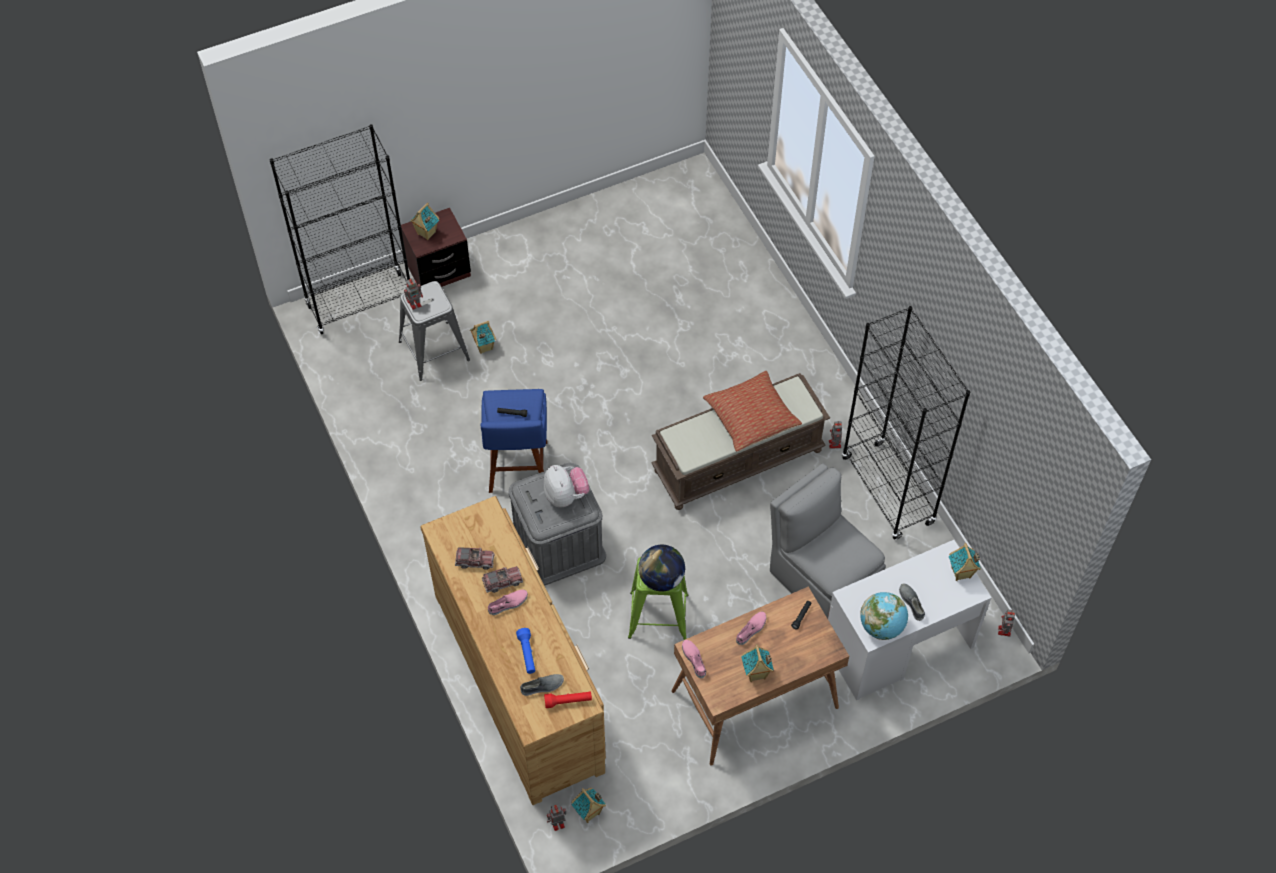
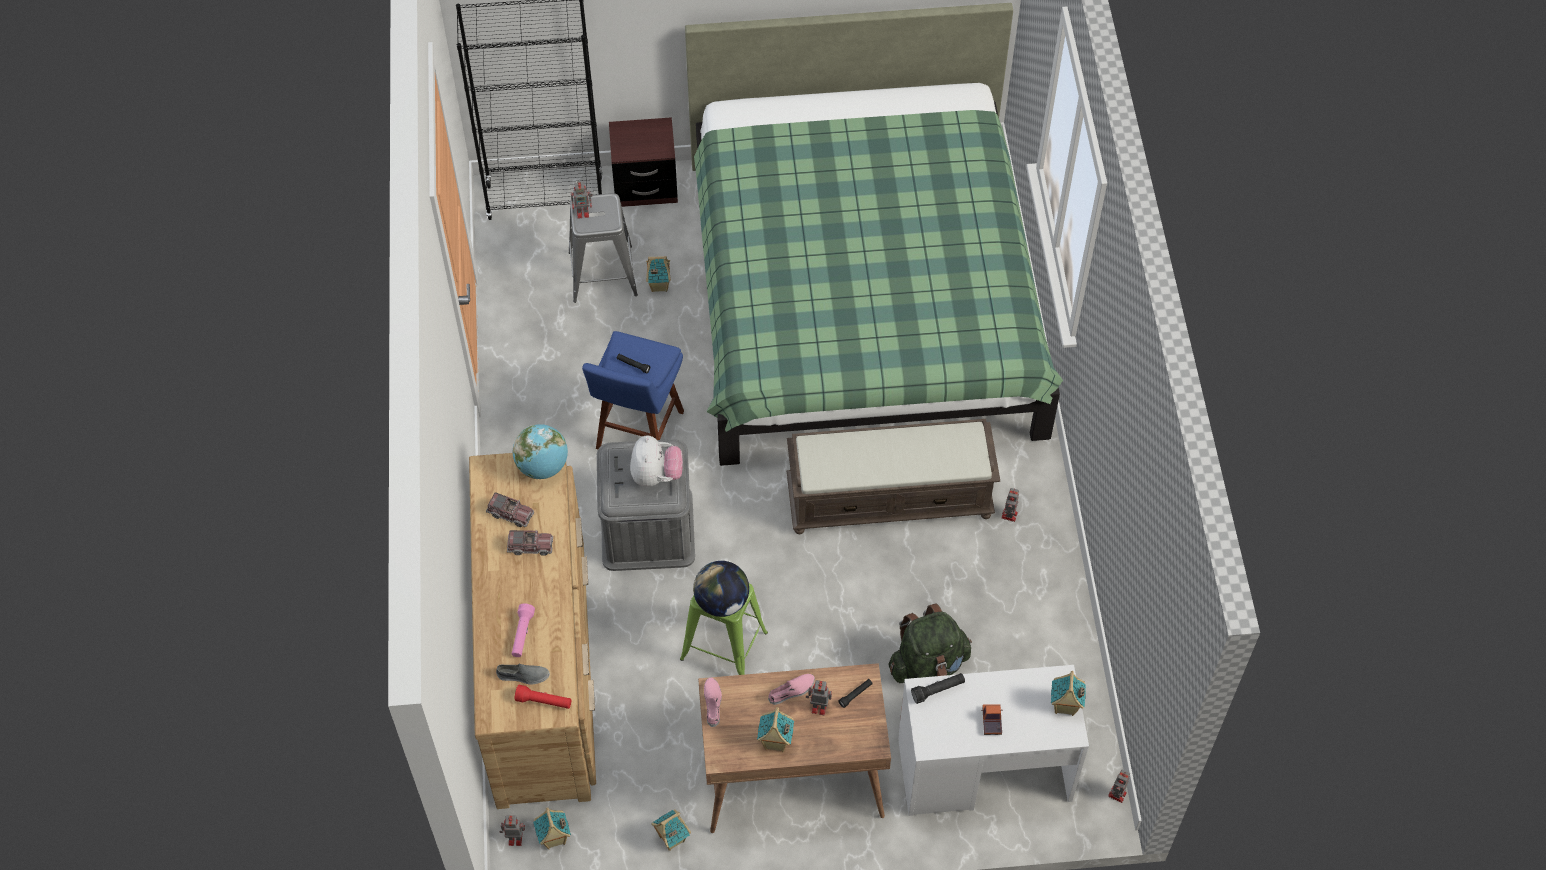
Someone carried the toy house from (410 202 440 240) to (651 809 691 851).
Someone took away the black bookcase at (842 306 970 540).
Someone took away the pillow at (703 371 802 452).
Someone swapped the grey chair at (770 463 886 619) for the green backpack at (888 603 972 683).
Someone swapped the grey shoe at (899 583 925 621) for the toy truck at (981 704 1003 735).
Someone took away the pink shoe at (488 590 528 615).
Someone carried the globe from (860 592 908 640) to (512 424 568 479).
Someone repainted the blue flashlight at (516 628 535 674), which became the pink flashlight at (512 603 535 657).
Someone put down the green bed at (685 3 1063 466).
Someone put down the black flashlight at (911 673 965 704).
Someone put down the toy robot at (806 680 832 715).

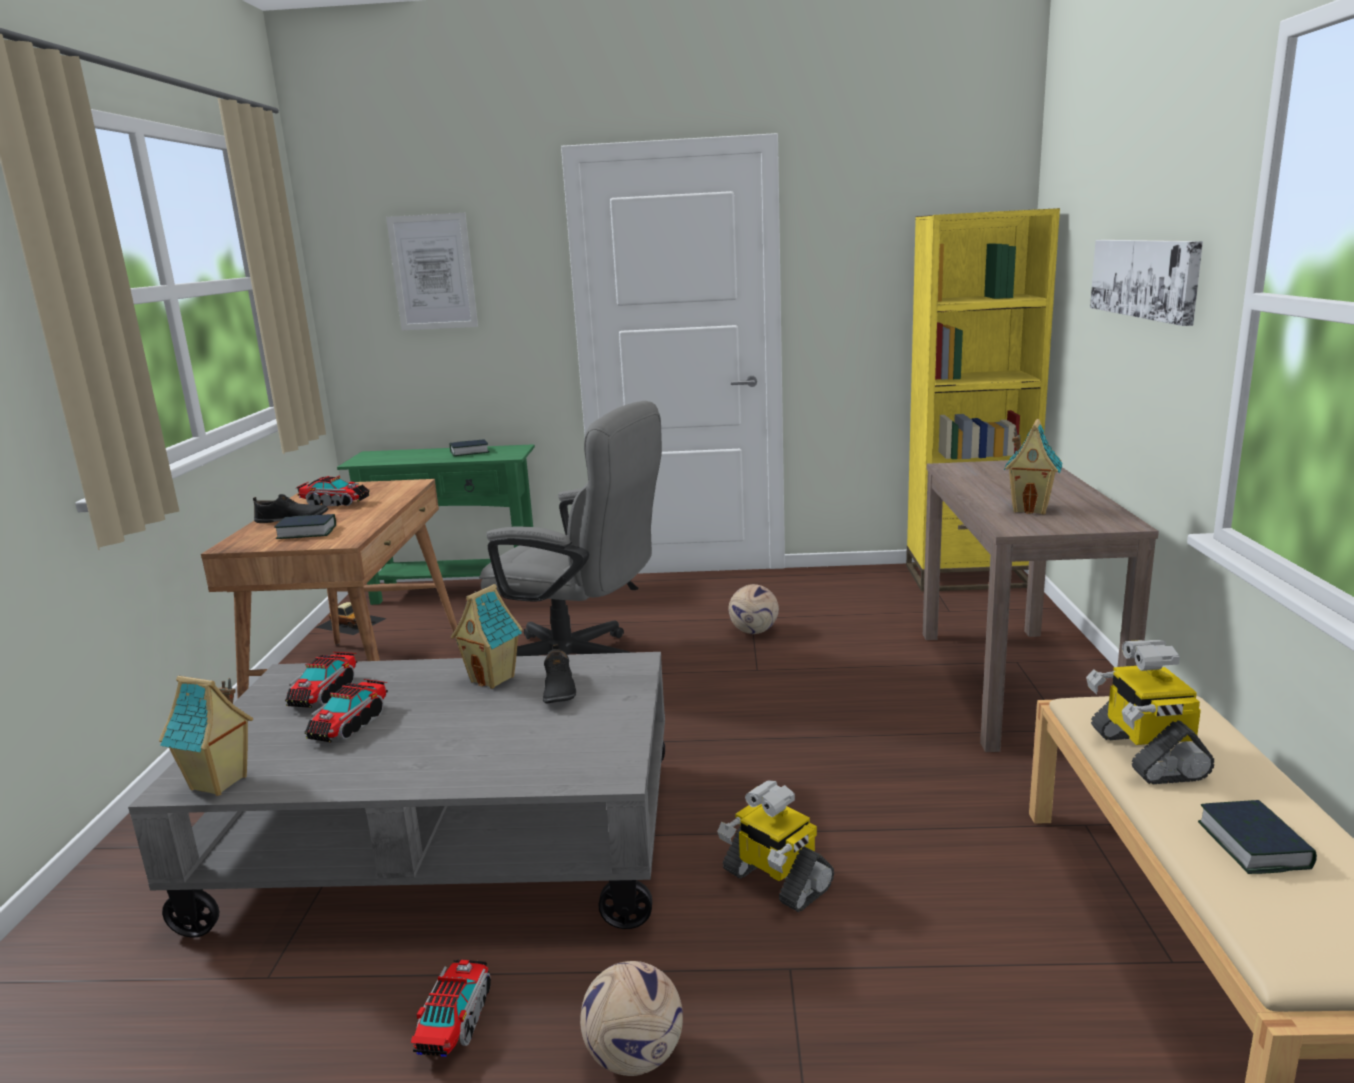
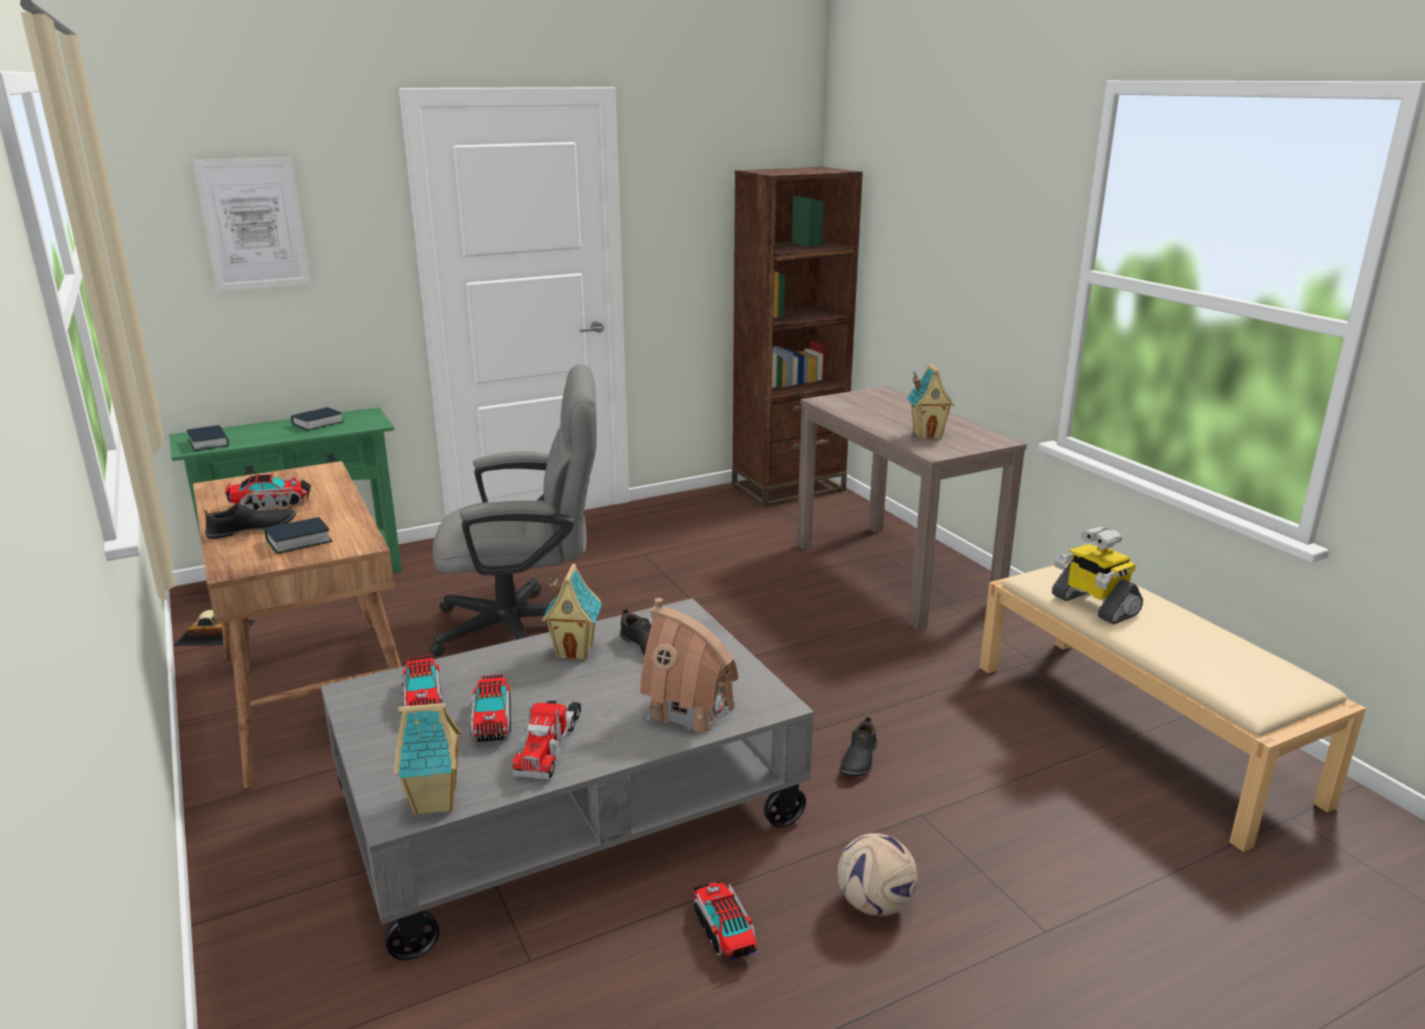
Someone repainted the yellow bookcase at (906 208 1060 592), which became the brown bookcase at (732 167 863 507).
Someone took away the picture at (1090 240 1203 326).
Someone took away the football at (728 584 779 634).
Someone swapped the toy robot at (718 780 834 912) for the black shoe at (839 717 877 777).
Someone carried the book from (1198 800 1317 874) to (187 425 229 451).
Someone put down the toy house at (640 598 739 733).
Someone put down the toy truck at (512 699 581 779).

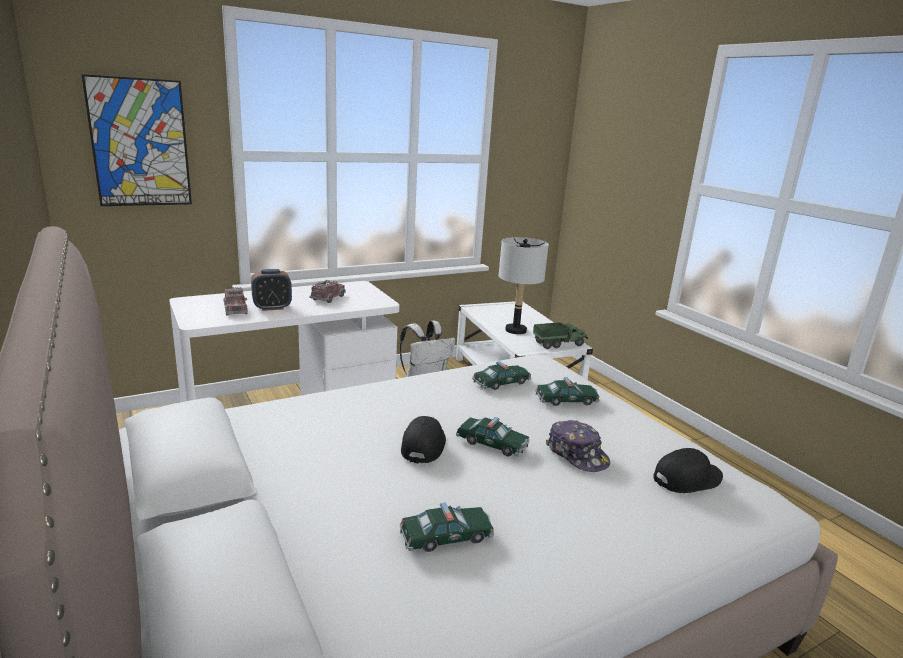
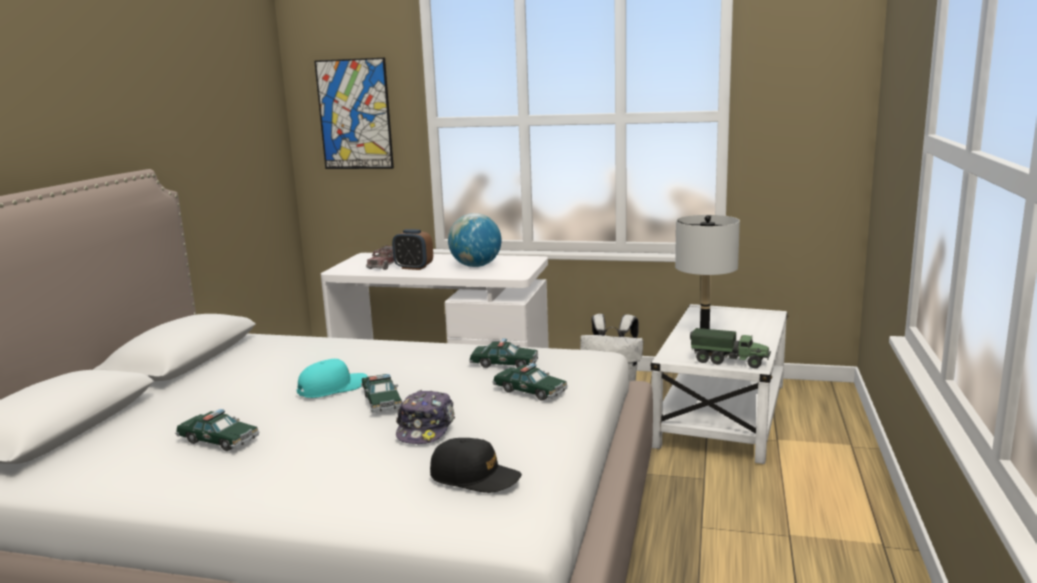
Someone swapped the toy truck at (309 280 346 303) for the globe at (448 213 501 267).
Someone repainted the black cap at (401 416 446 463), which became the turquoise cap at (297 359 368 398).

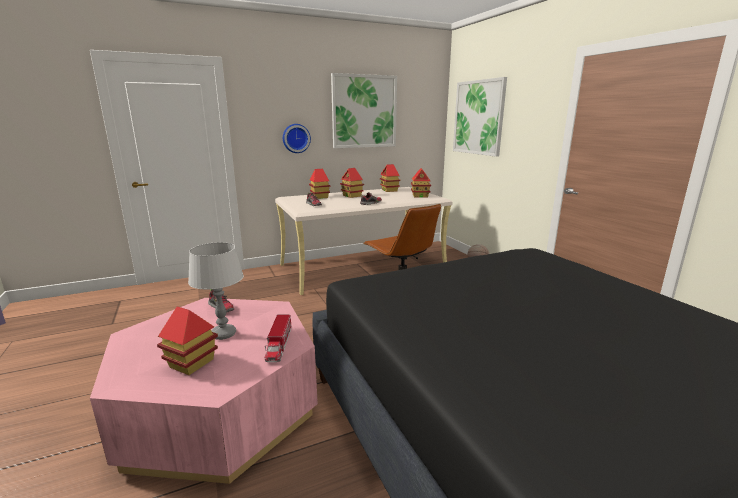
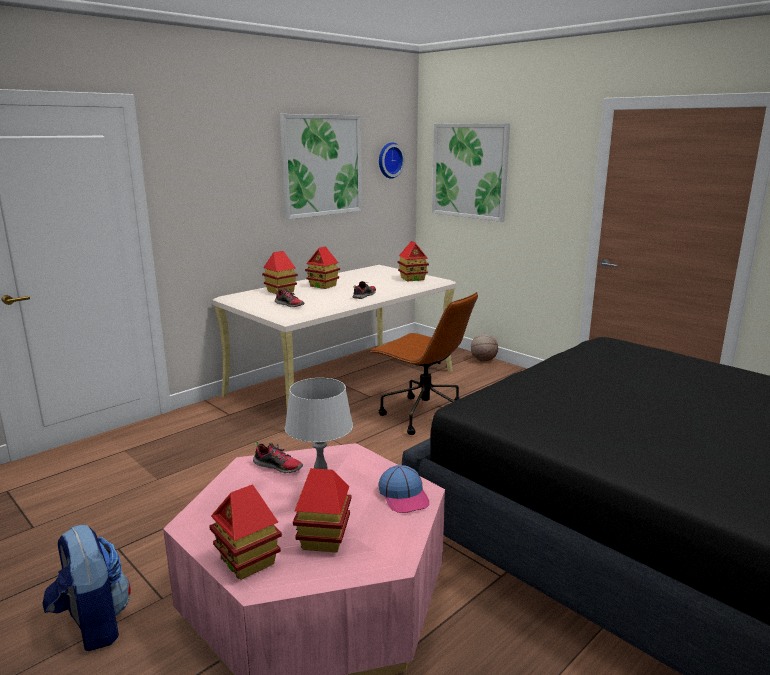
Someone carried the wall clock from (283 124 311 153) to (379 143 405 179).
Someone carried the toy house from (380 164 400 192) to (209 484 282 580).
Someone swapped the toy truck at (265 314 291 362) for the cap at (379 465 429 513).
Someone put down the backpack at (42 525 131 651).

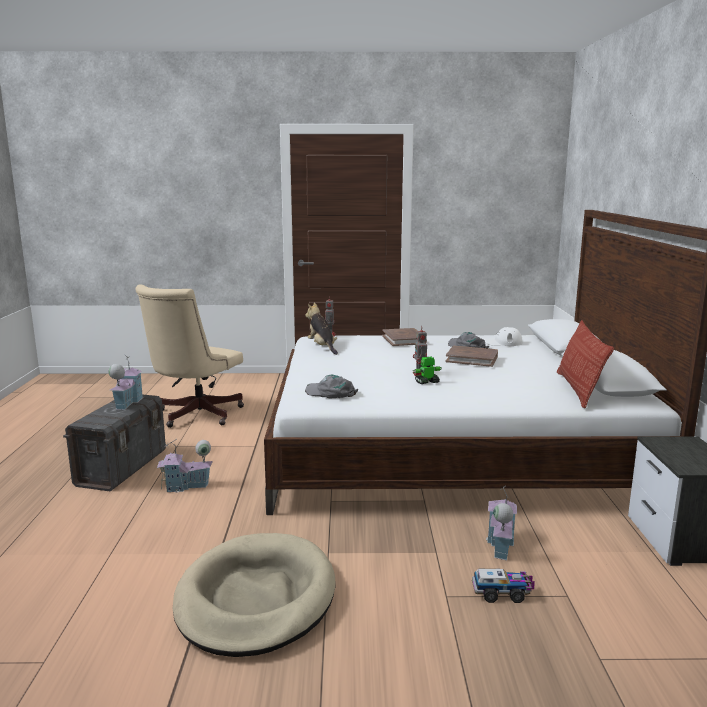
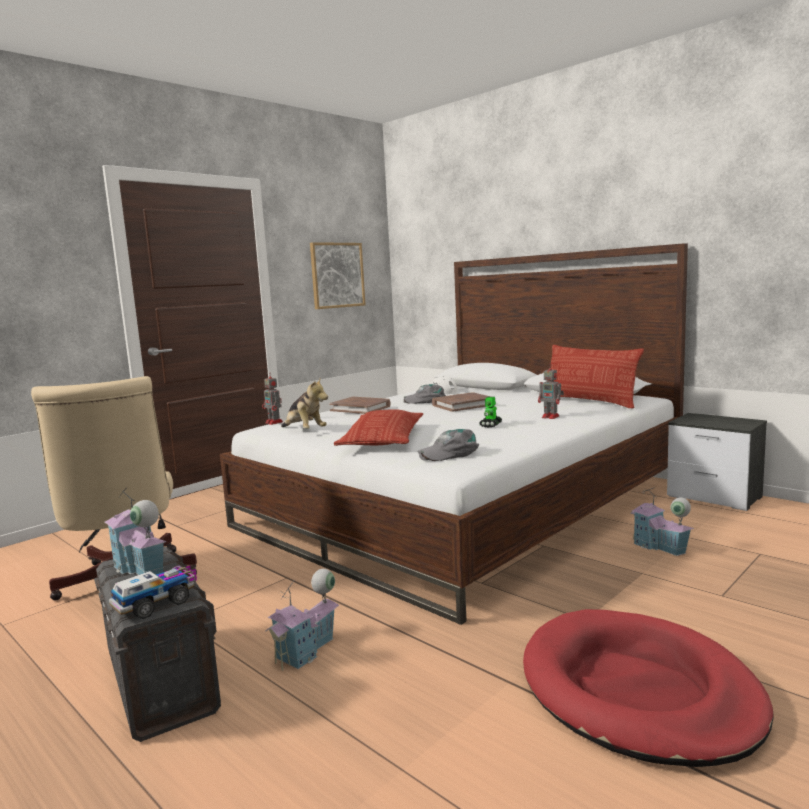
Someone rotated the plush toy at (305 303 338 355) by 150 degrees counterclockwise.
Someone carried the toy robot from (413 326 427 376) to (538 363 564 419).
Someone repainted the beige dog bed at (172 533 336 657), which became the red dog bed at (523 609 774 767).
Someone carried the toy truck from (472 569 535 603) to (109 566 197 619).
Someone put up the picture at (310 242 366 309).
Someone put down the pillow at (334 409 423 446).

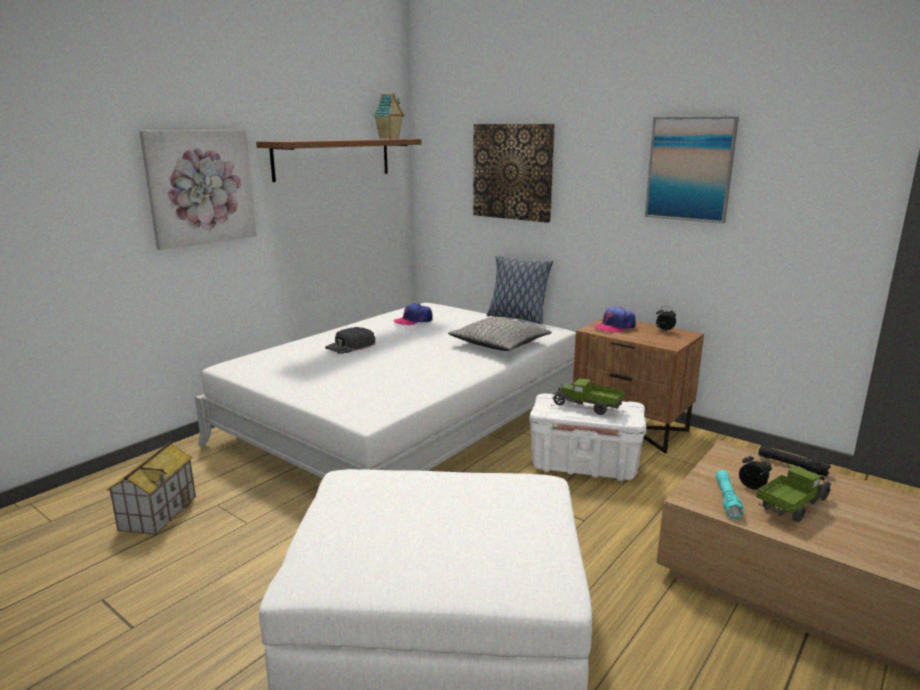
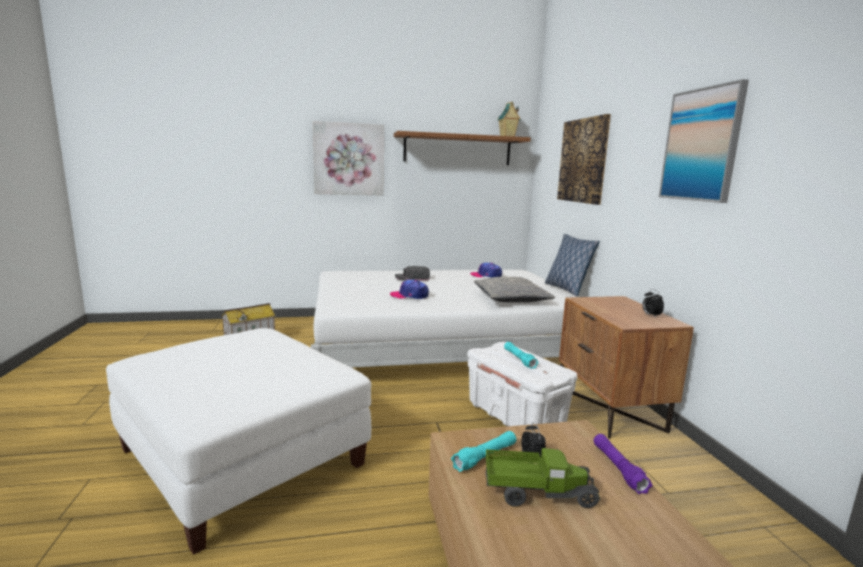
Someone carried the cap from (593 307 636 333) to (390 279 429 299).
Someone swapped the toy truck at (553 379 624 415) for the turquoise flashlight at (504 342 539 369).
Someone repainted the black flashlight at (758 445 831 477), which became the purple flashlight at (594 434 653 494).

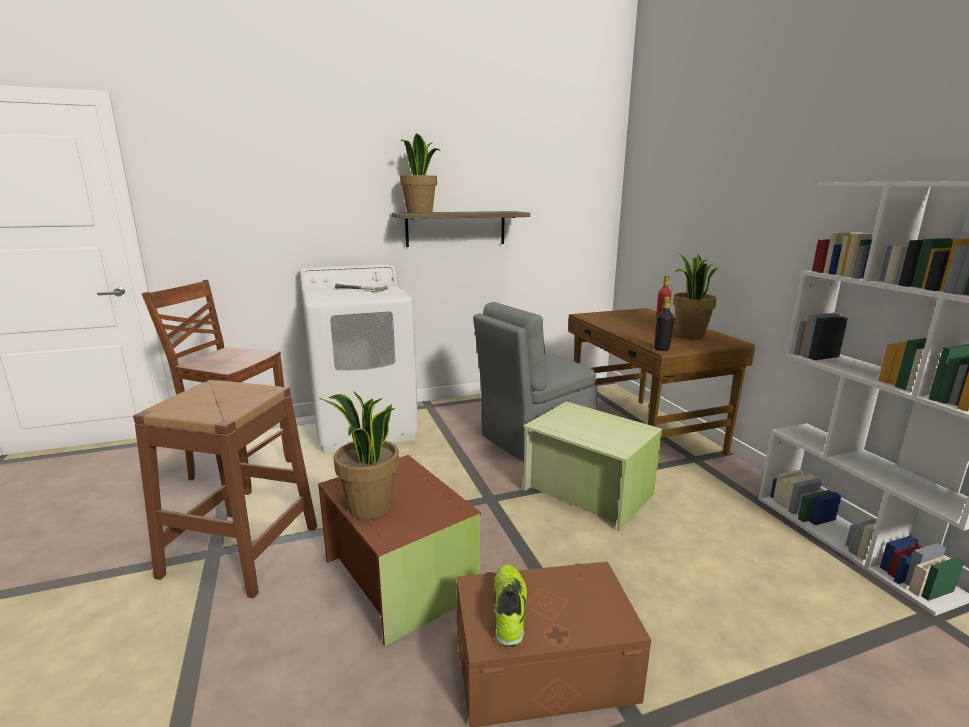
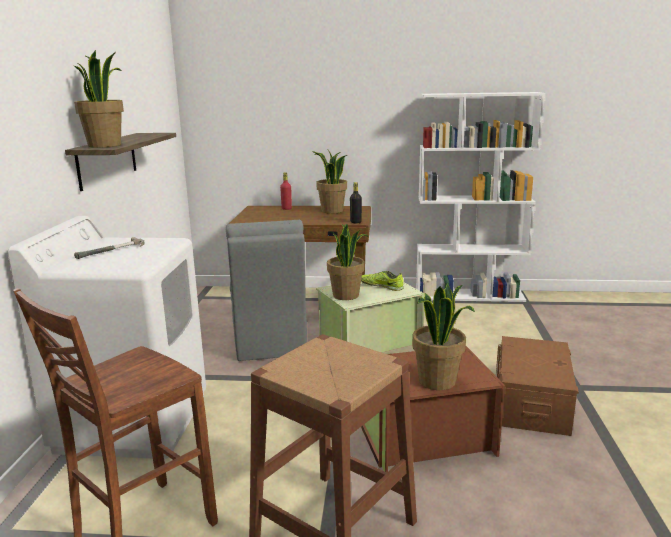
Someone carried the shoe from (494 564 527 647) to (361 271 404 291).
Someone put down the potted plant at (327 224 369 300).

